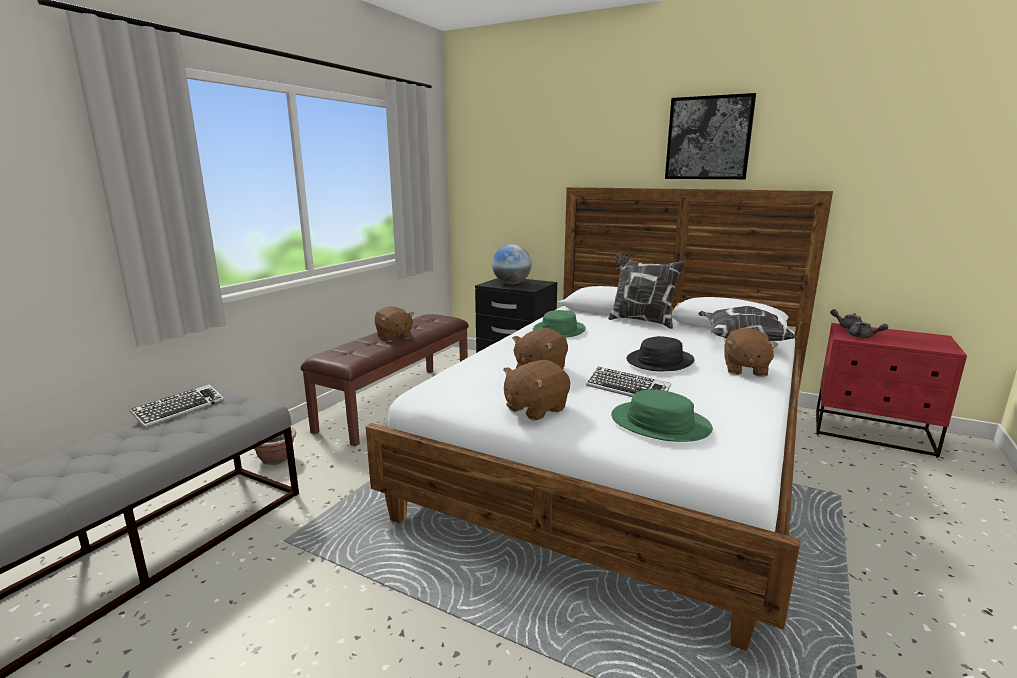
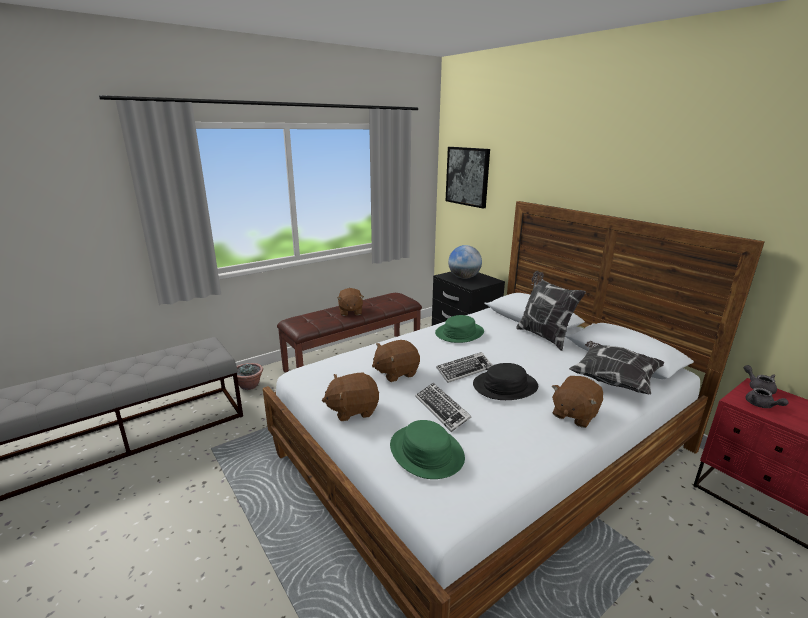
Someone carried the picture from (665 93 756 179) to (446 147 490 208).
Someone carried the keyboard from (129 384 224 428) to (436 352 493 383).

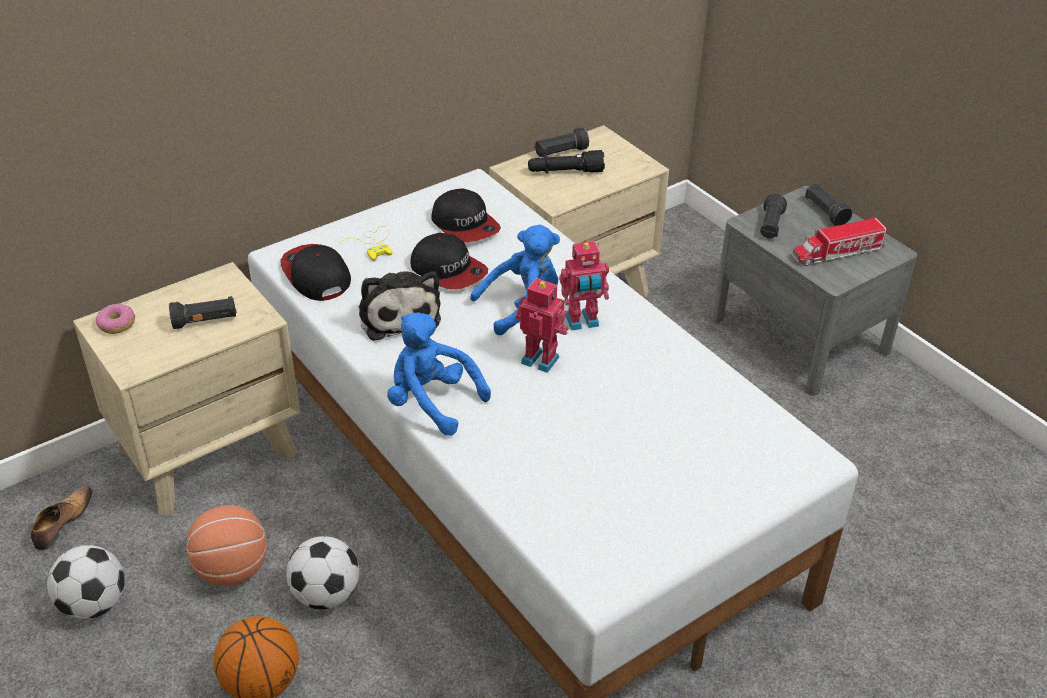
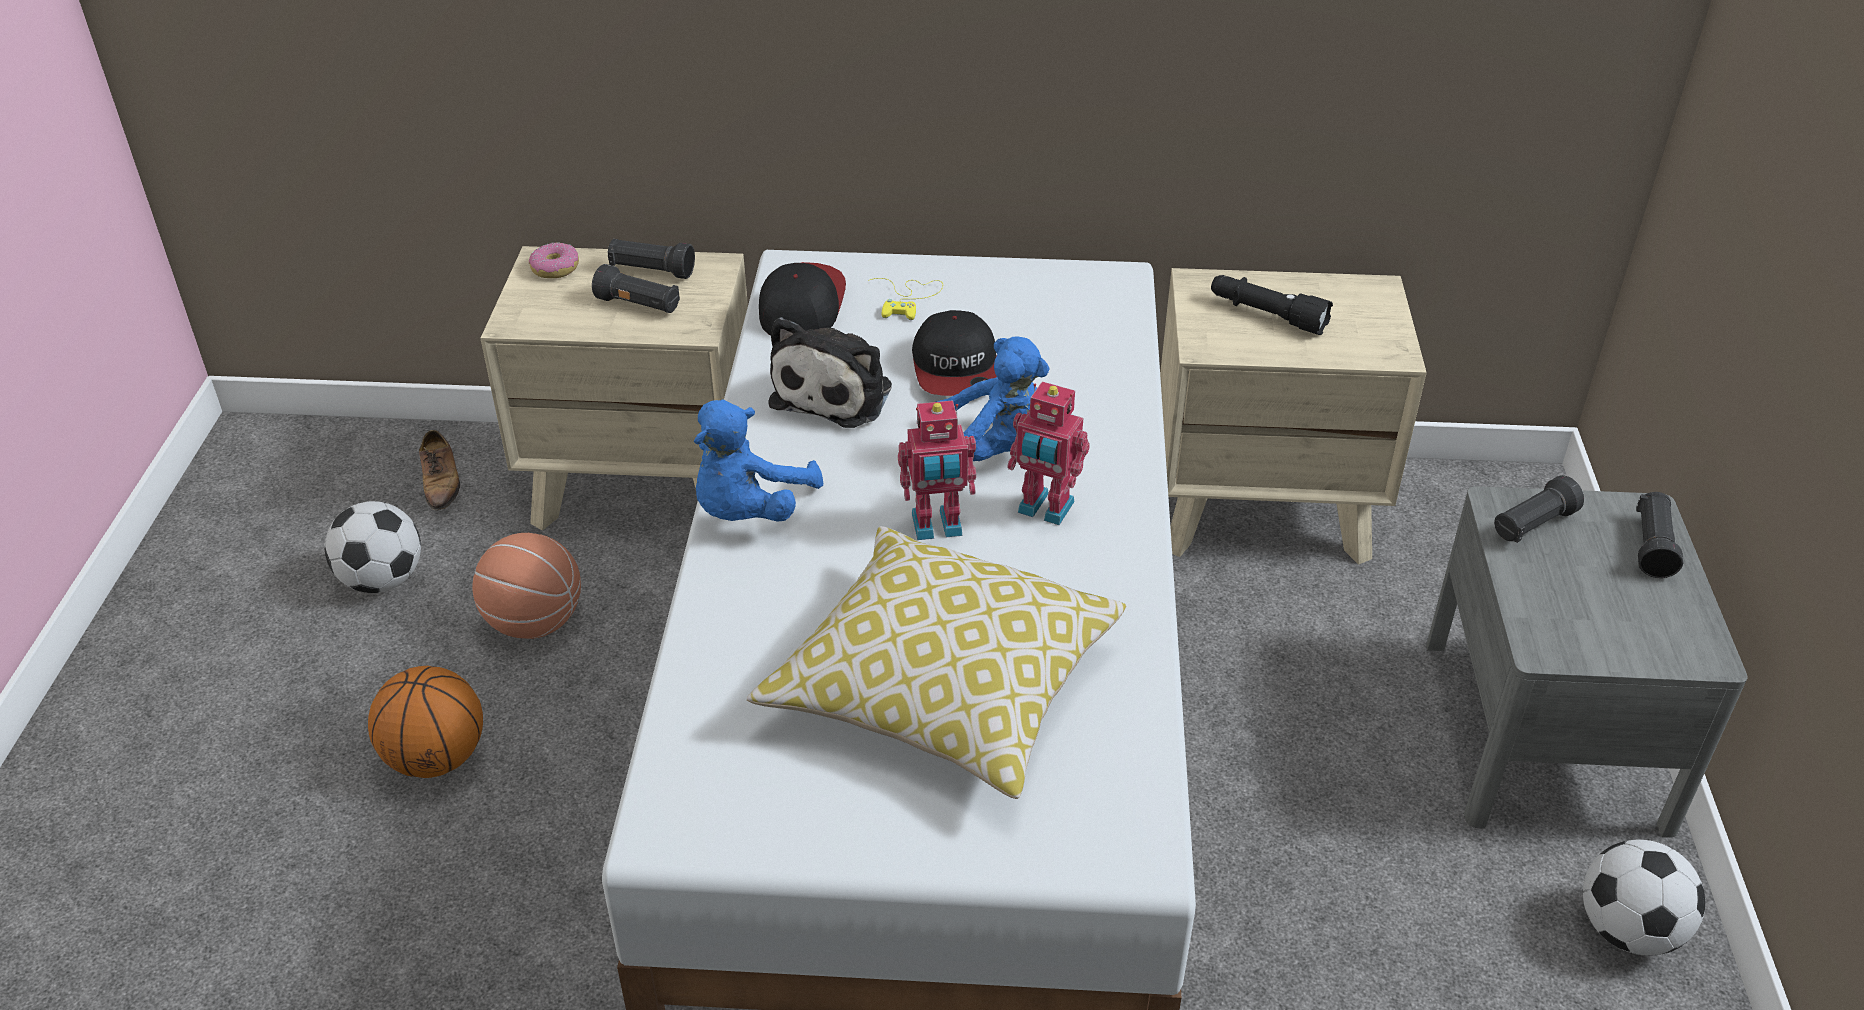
Someone carried the black flashlight from (535 127 589 157) to (608 239 695 279).
Someone took away the cap at (431 188 501 243).
Someone took away the toy truck at (792 218 887 266).
Someone rotated the toy robot at (516 278 569 373) by 105 degrees clockwise.
Someone rotated the blue plush toy at (387 312 491 436) by 135 degrees counterclockwise.
Someone rotated the shoe at (31 486 92 550) by 105 degrees clockwise.
Someone carried the football from (286 536 359 609) to (1583 840 1705 956).
Someone put down the pillow at (747 526 1126 799).

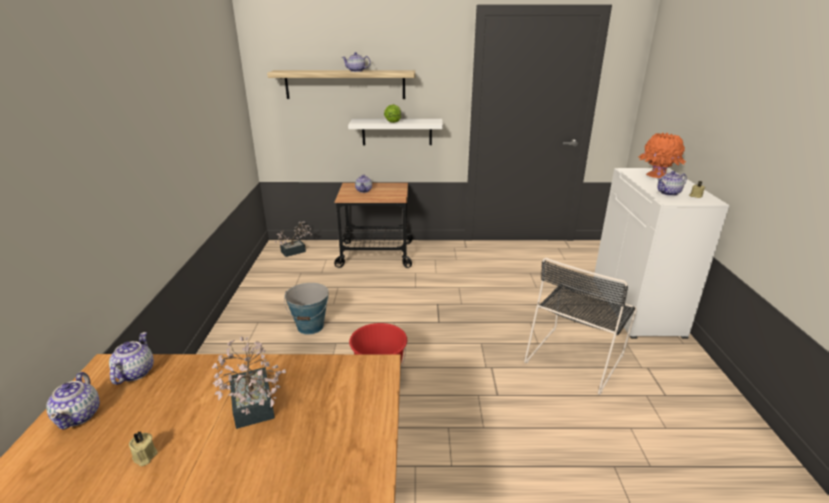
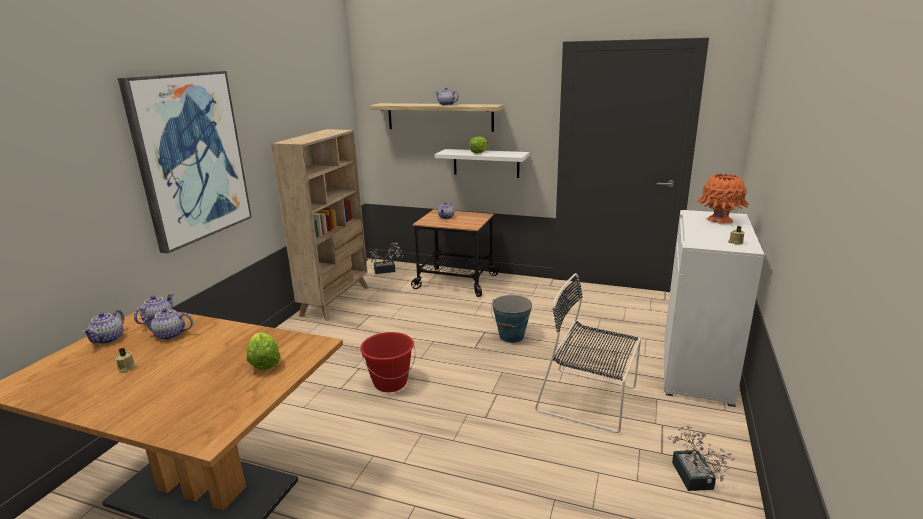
Someone carried the teapot from (657 171 687 196) to (140 308 193 340).
Someone rotated the black chair at (524 258 637 395) by 60 degrees clockwise.
Someone carried the bucket from (284 283 329 335) to (491 295 532 343).
Someone carried the potted plant from (212 337 286 429) to (668 425 735 491).
Someone put up the picture at (118 71 252 254).
Someone put down the beige bookcase at (271 129 368 321).
Someone put down the lettuce at (247 332 281 370).

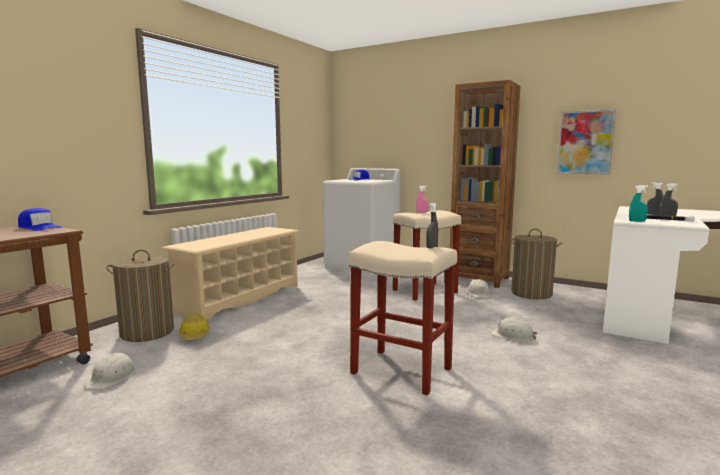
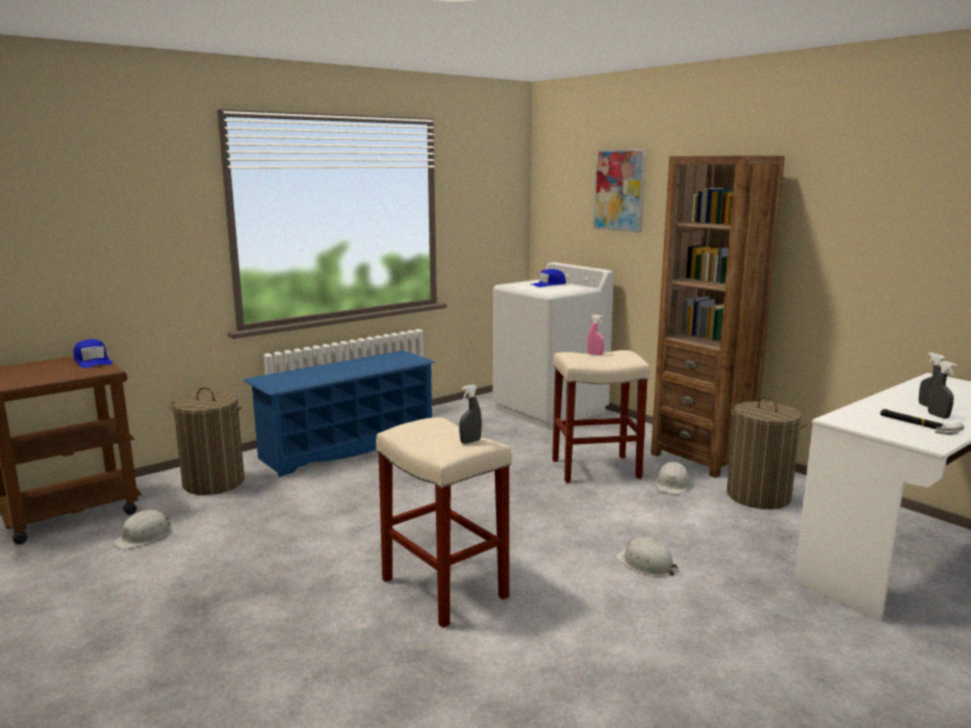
Someone carried the picture from (557 109 616 174) to (593 149 646 233).
Someone took away the turquoise spray bottle at (629 185 648 222).
Someone repainted the beige shoe rack at (161 227 299 320), which became the blue shoe rack at (243 350 435 477).
Someone took away the hard hat at (179 313 210 340).

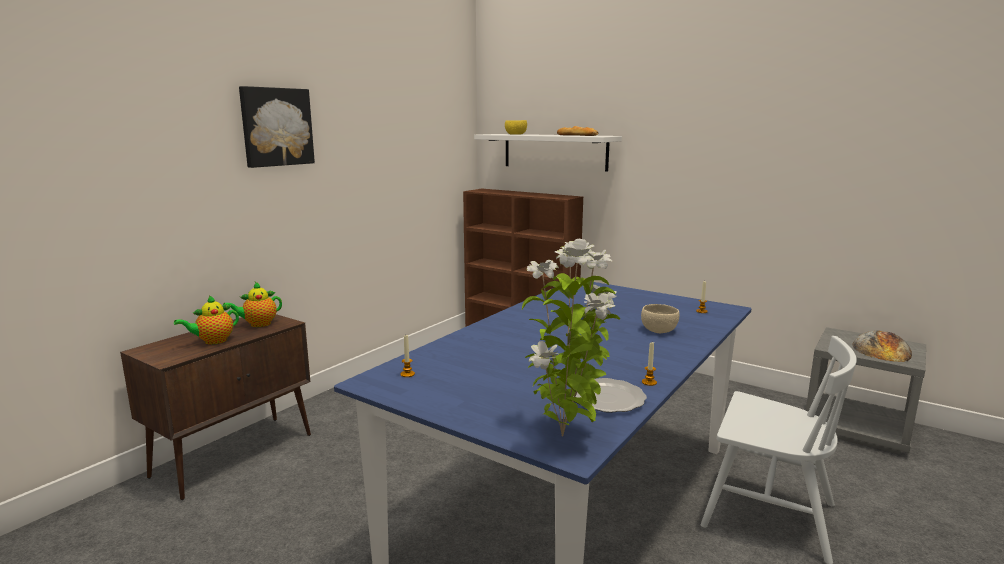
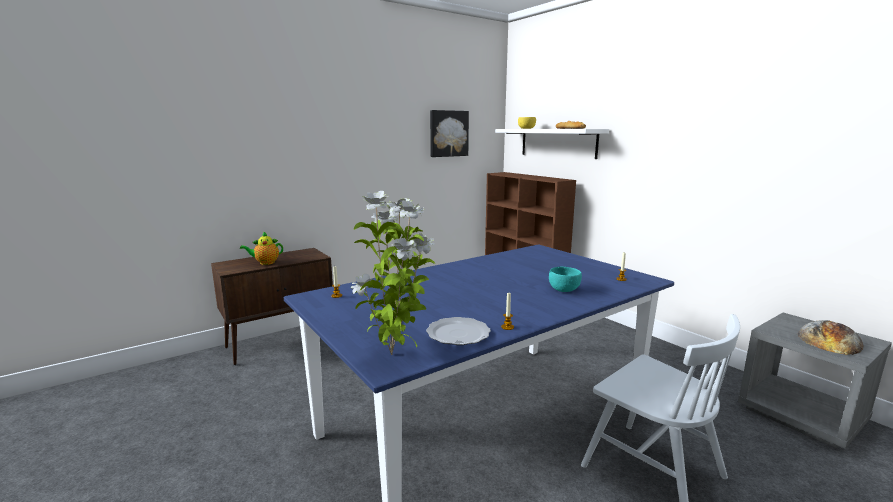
Someone carried the picture from (239 86 315 168) to (430 110 469 157).
Someone took away the teapot at (223 282 282 327).
Someone repainted the beige bowl at (641 304 679 333), which became the turquoise bowl at (549 267 582 292).

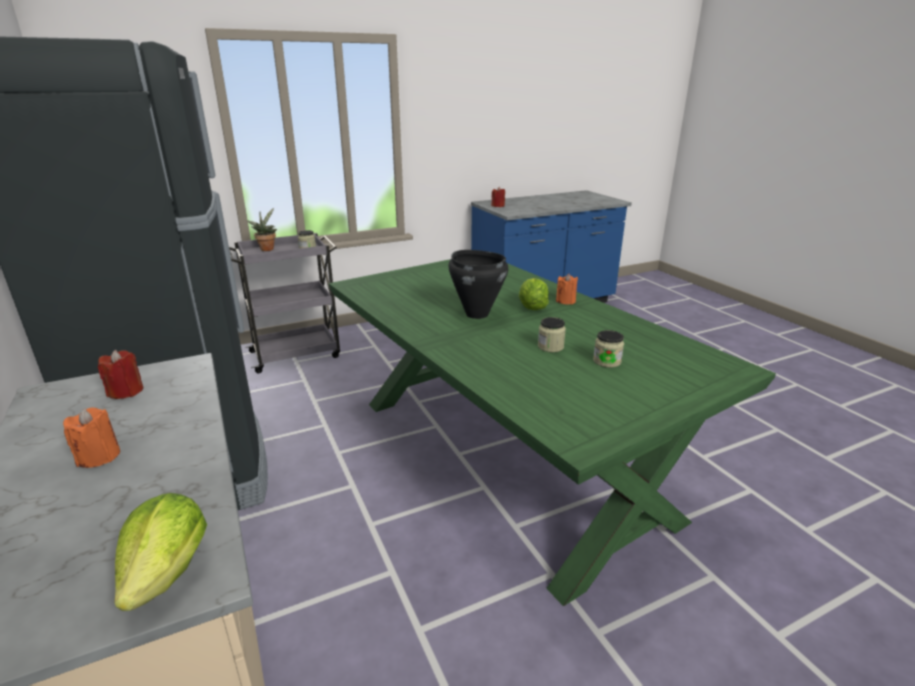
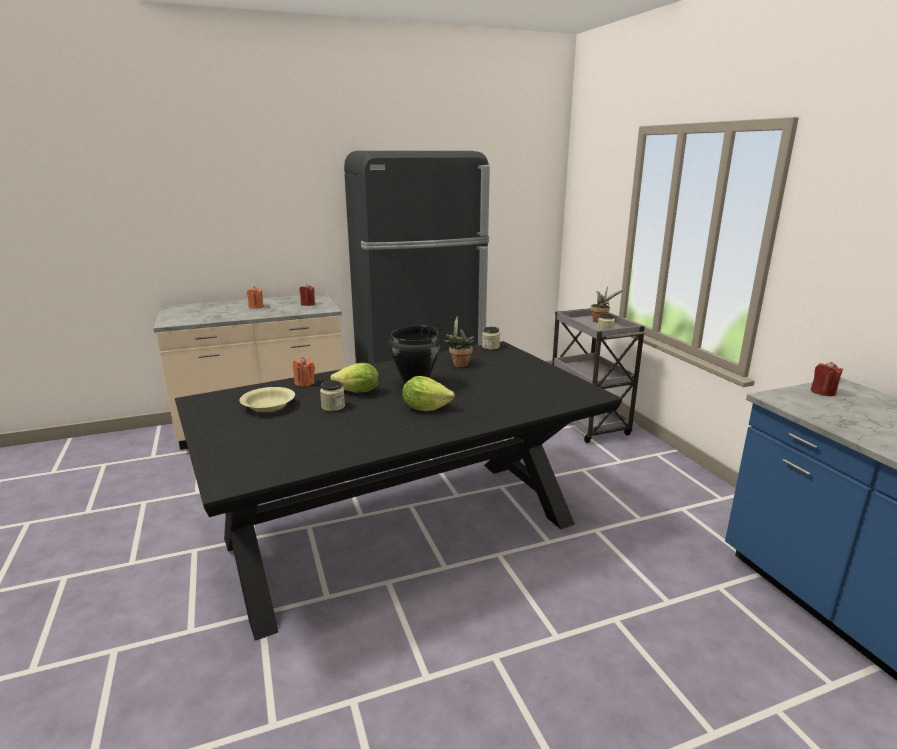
Someone repainted the green dining table at (329 259 776 606), which became the black dining table at (175 341 622 641).
Someone carried the orange candle from (556 274 578 304) to (293 357 315 387).
Someone carried the jar from (593 330 624 368) to (482 327 500 350).
Someone carried the lettuce from (114 493 207 611) to (330 363 379 393).
Someone put down the potted plant at (444 317 474 367).
Someone put down the yellow bowl at (239 387 295 412).

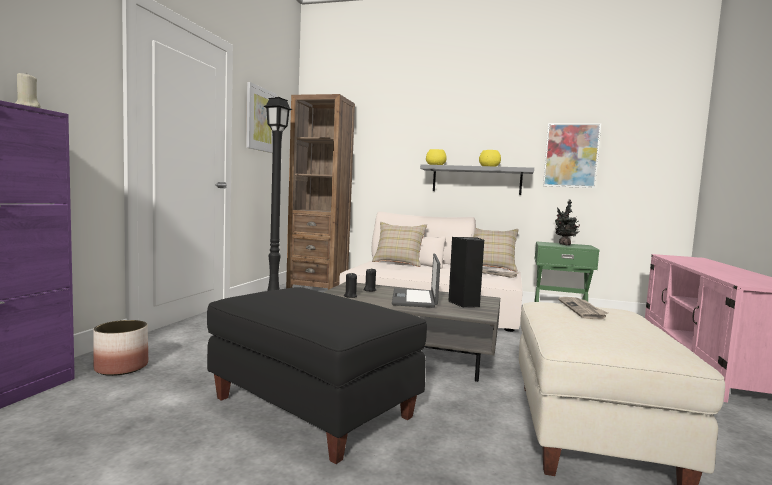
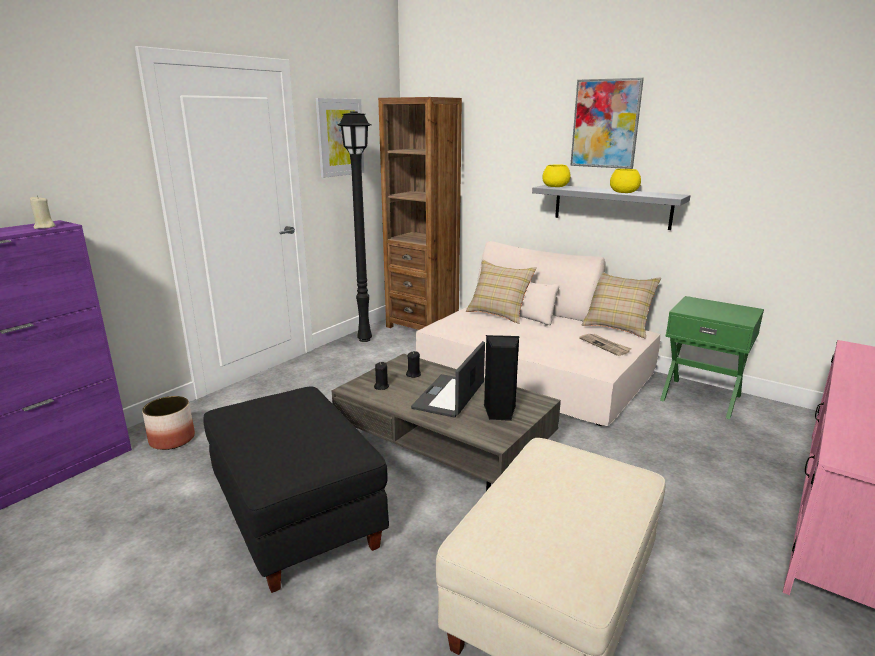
Someone carried the picture from (543 123 601 188) to (570 78 644 169).
Someone took away the potted plant at (555 200 580 245).
Someone took away the newspaper at (558 297 608 320).

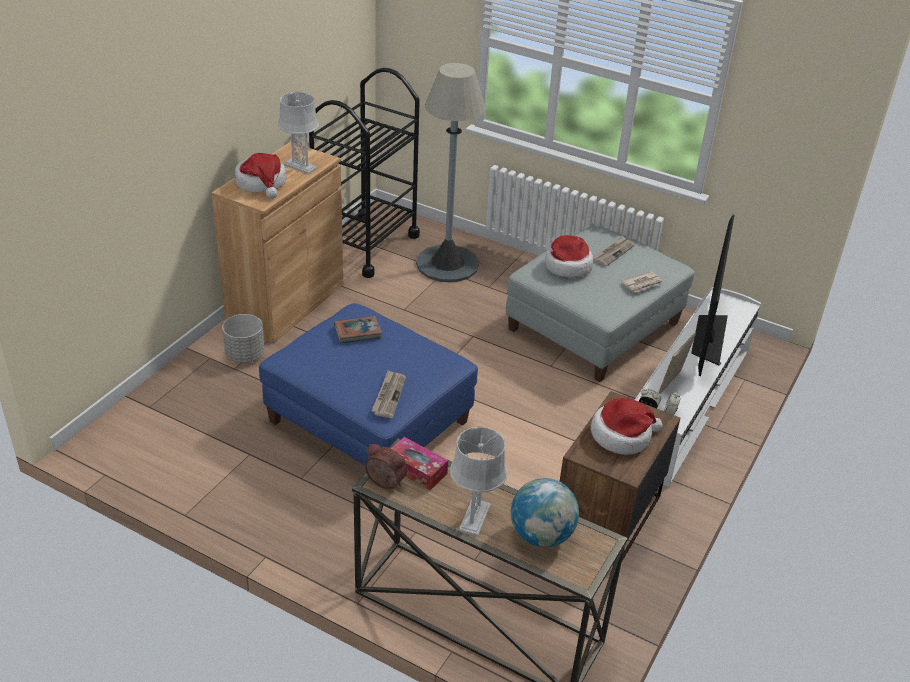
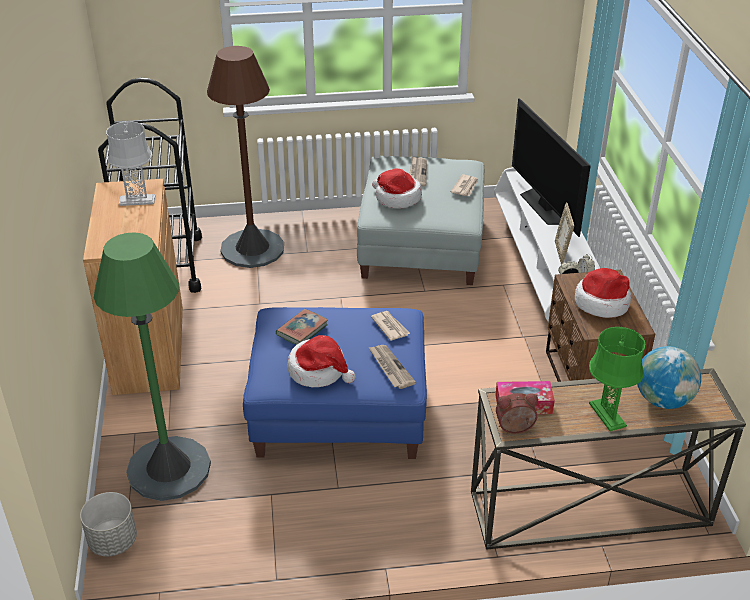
Someone repainted the grey floor lamp at (416 63 486 282), which became the brown floor lamp at (207 46 284 268).
Someone carried the hat from (235 153 286 199) to (287 335 356 387).
Someone carried the grey planter from (222 314 265 363) to (80 492 137 556).
Someone repainted the grey table lamp at (450 427 508 536), which became the green table lamp at (589 327 645 431).
Someone put down the green floor lamp at (94 232 211 501).
Someone put down the newspaper at (371 311 410 341).

